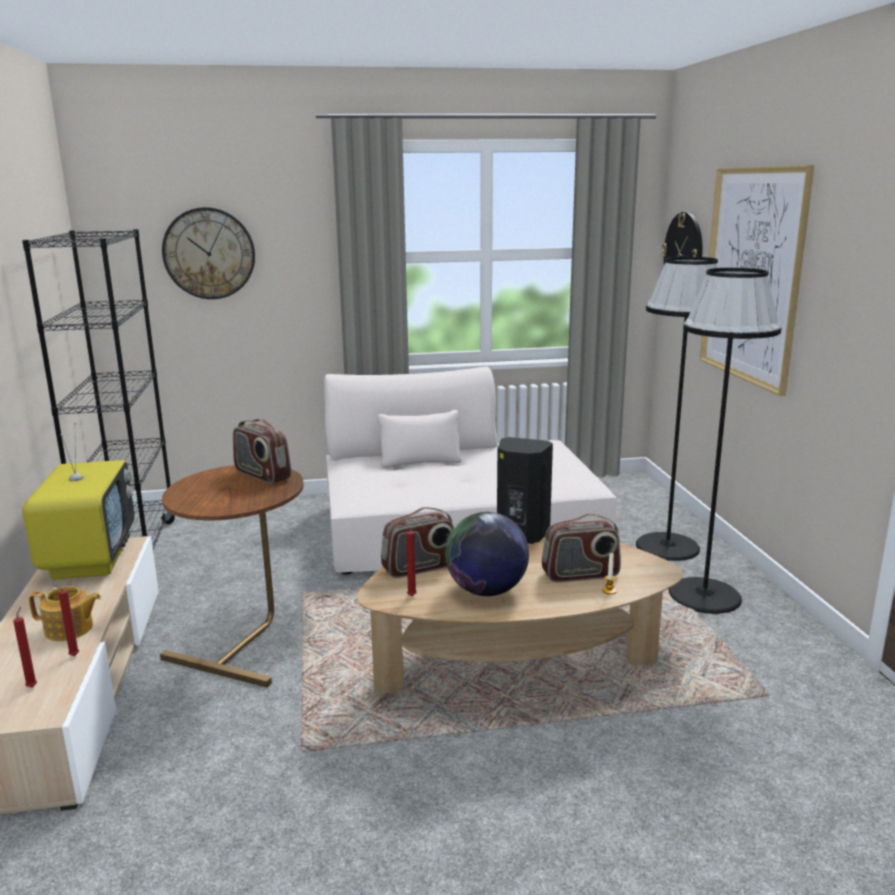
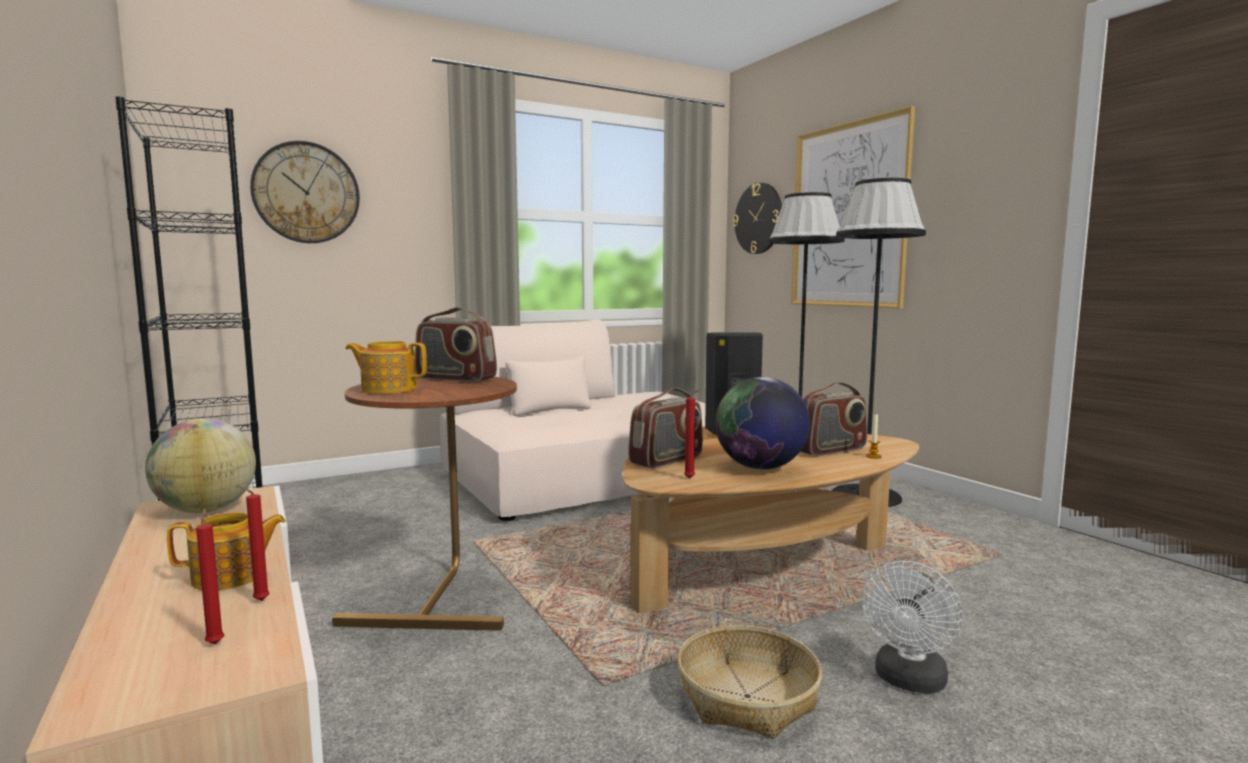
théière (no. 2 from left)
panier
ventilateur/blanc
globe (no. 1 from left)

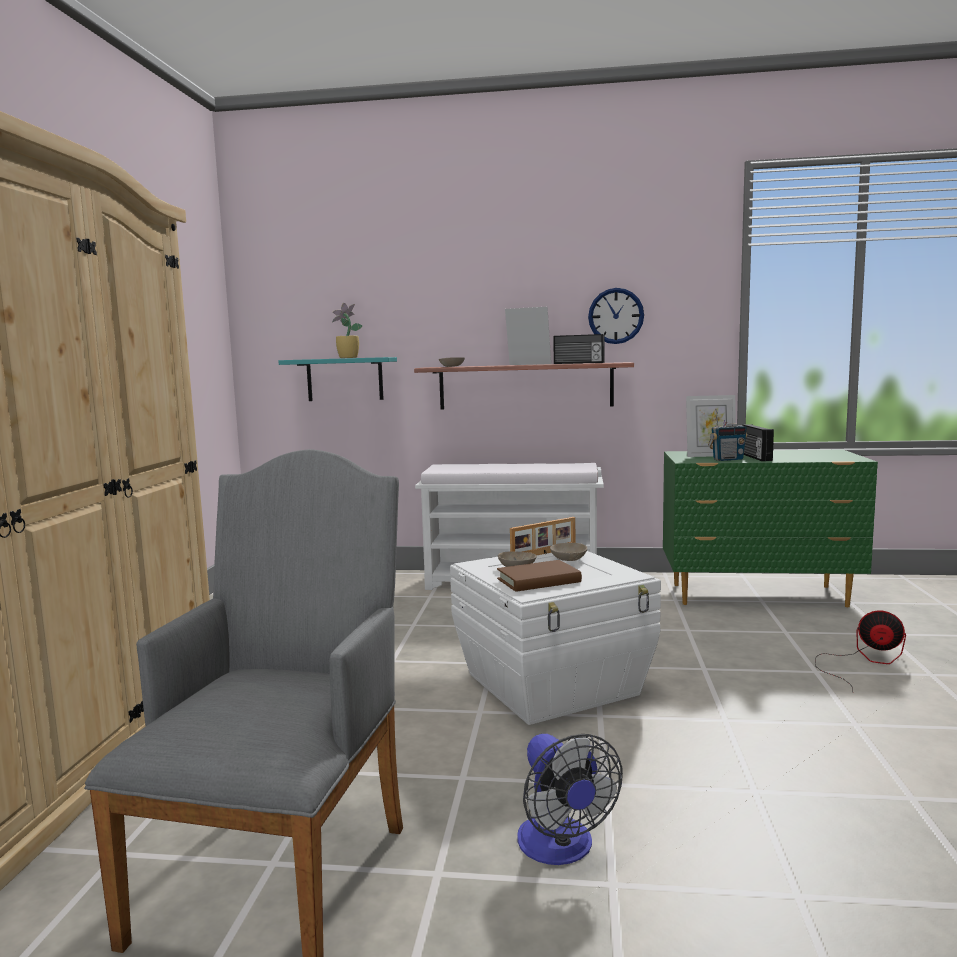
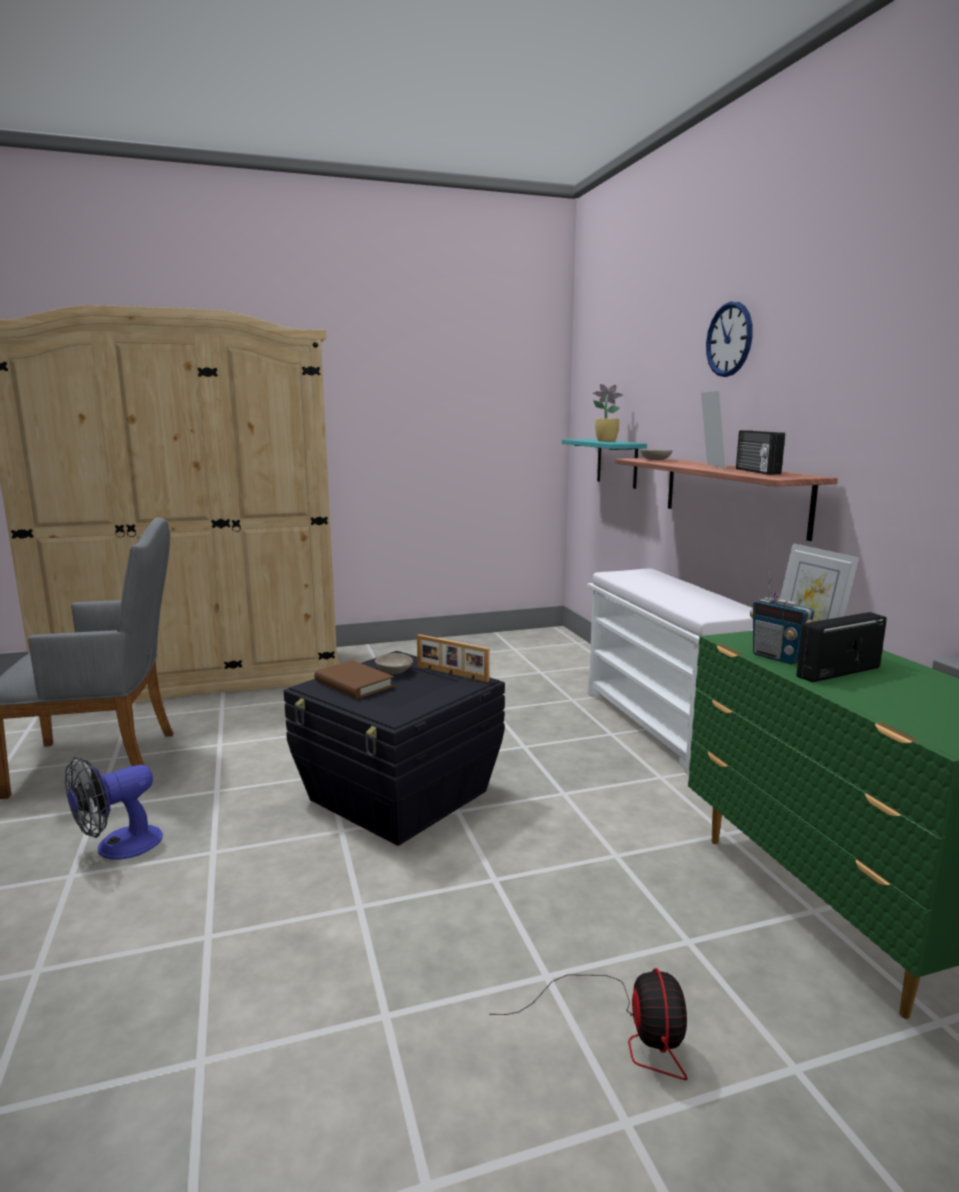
bol/beige (no. 3 from left in the first image)
horloge murale
boîte de rangement/noir

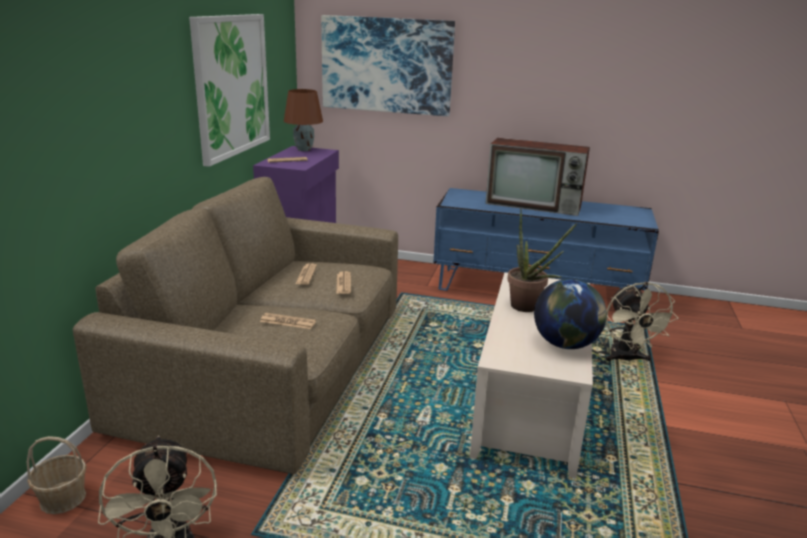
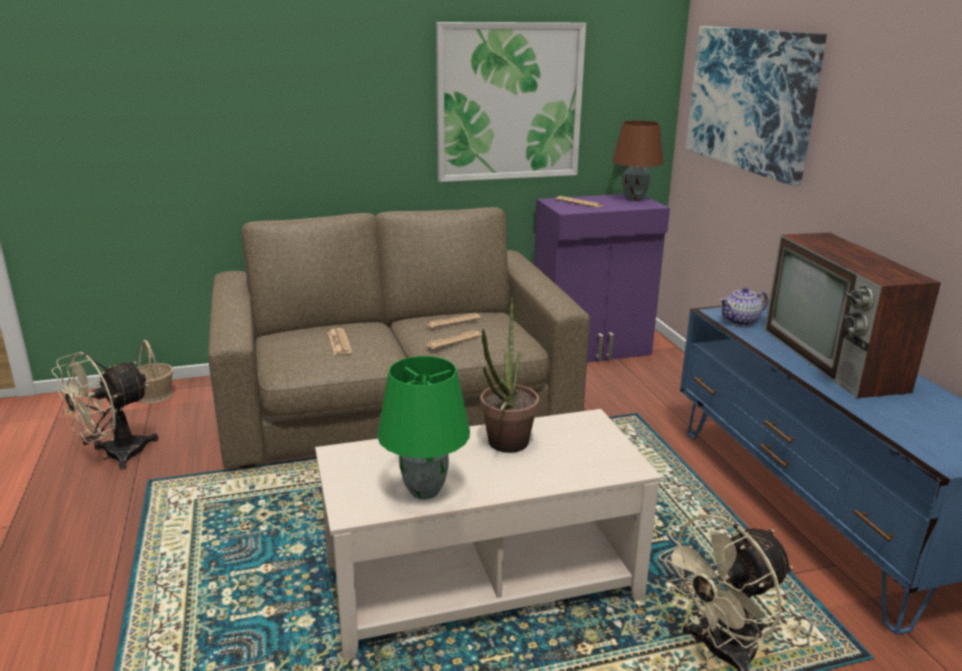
théière
lampe de table/vert

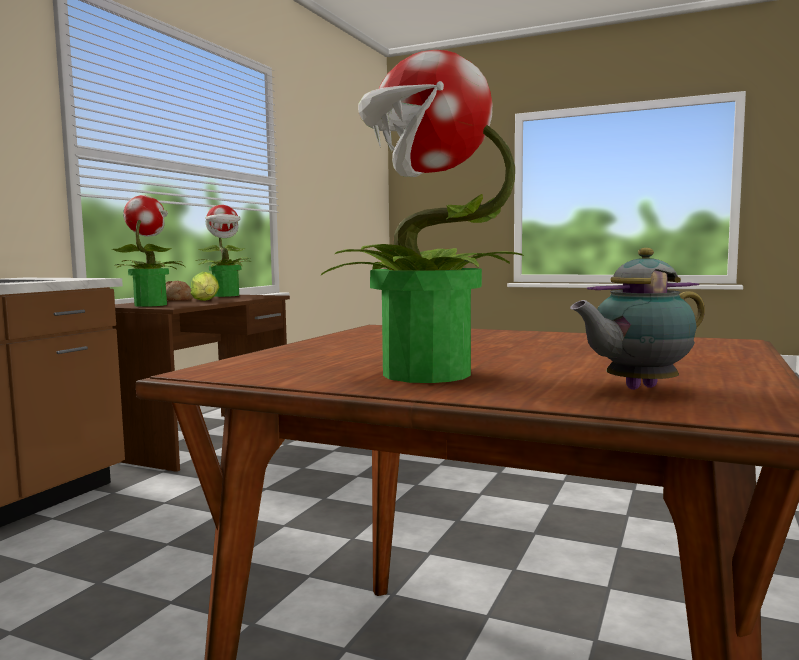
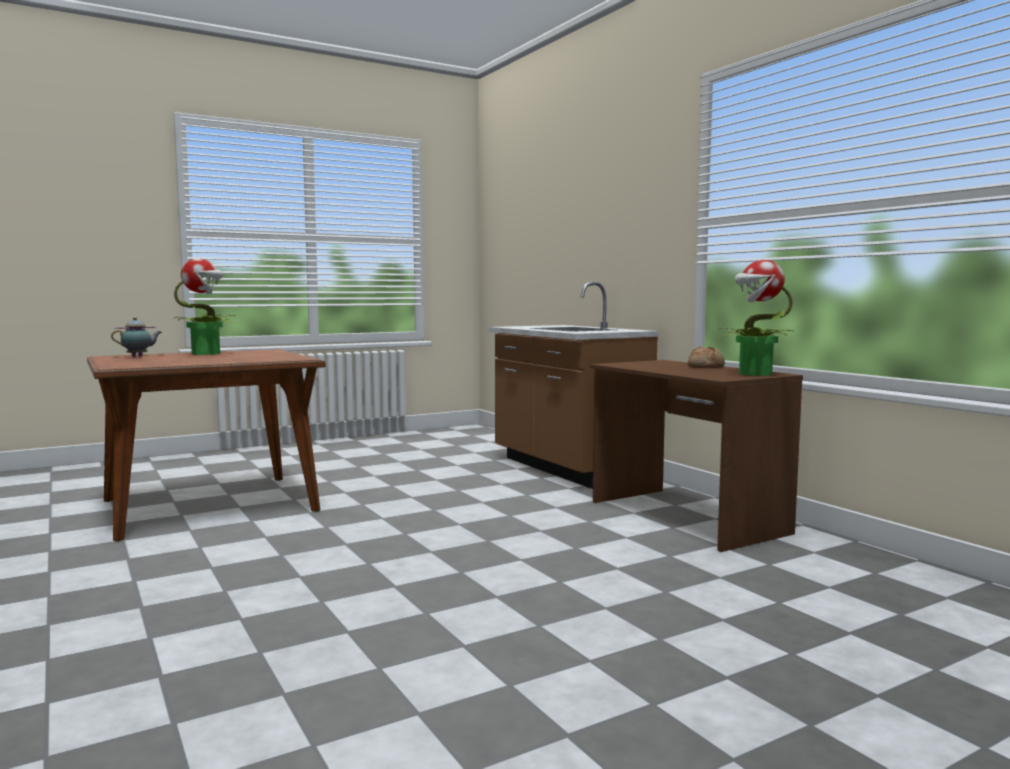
plante en pot (no. 1 from left in the first image)
laitue
théière

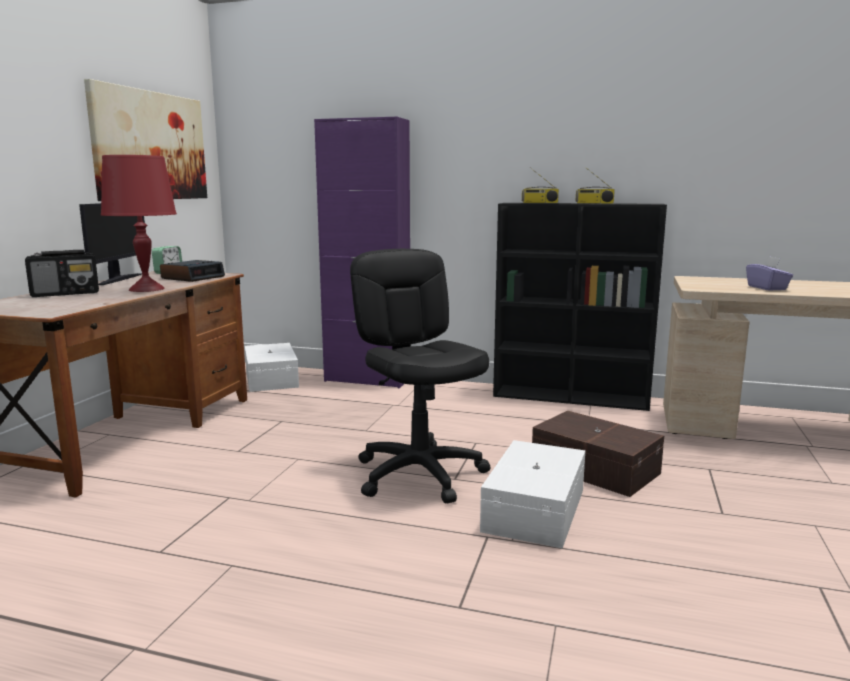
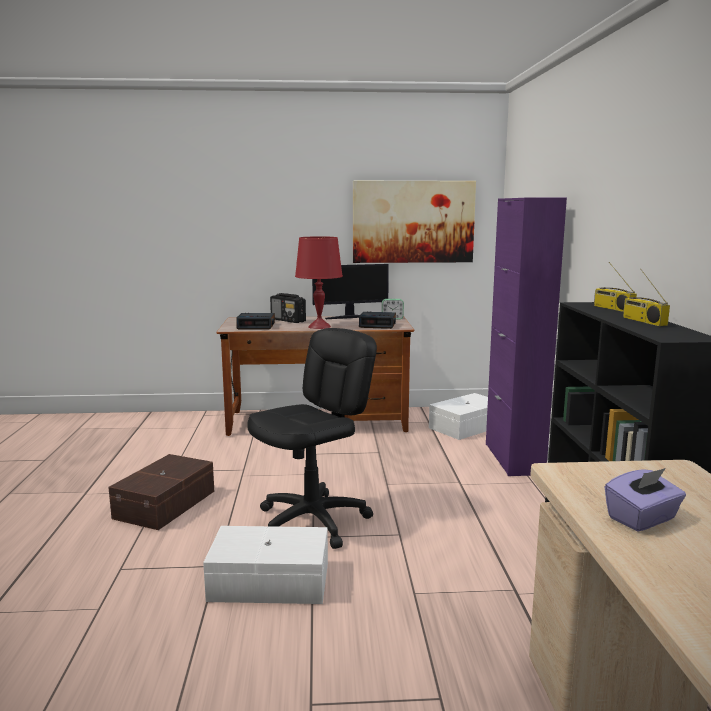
réveil (no. 1 from left)
boîte de rangement/marron

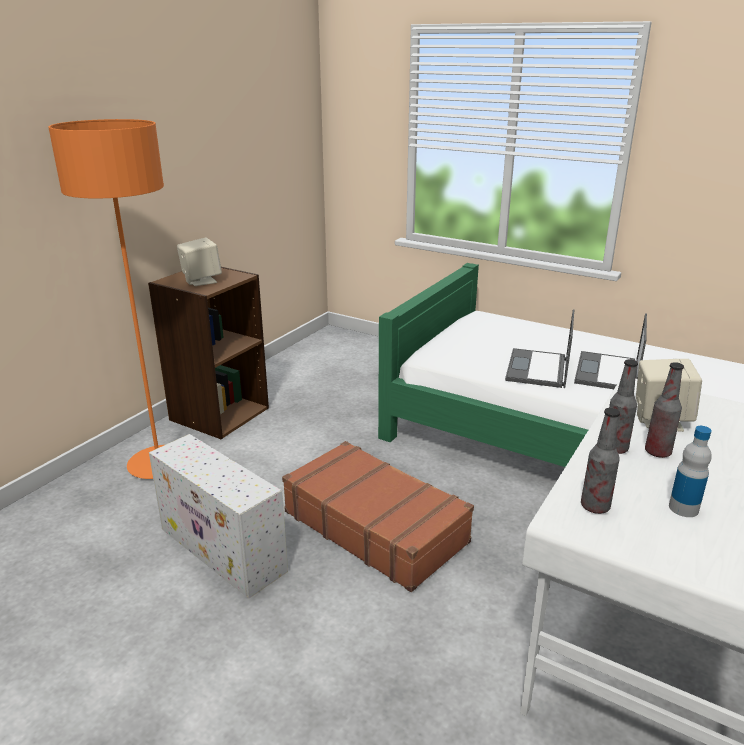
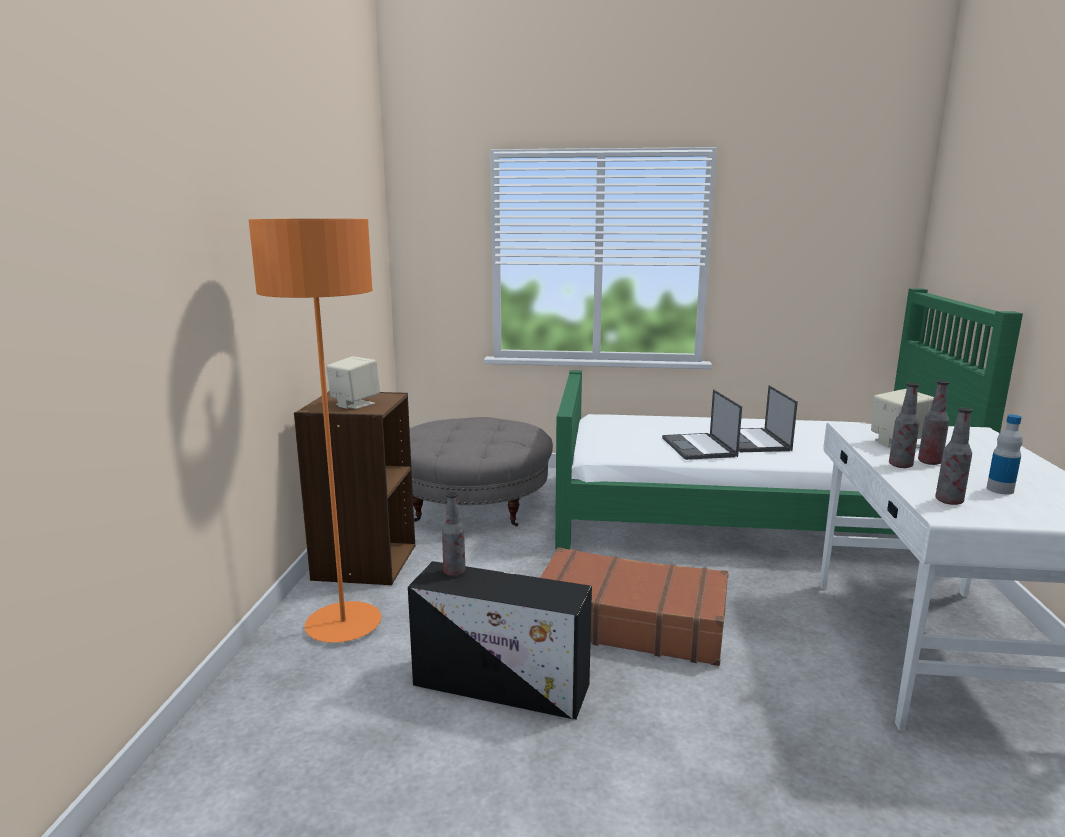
pouf/gris
bouteille (no. 1 from left)
boîte de rangement/noir

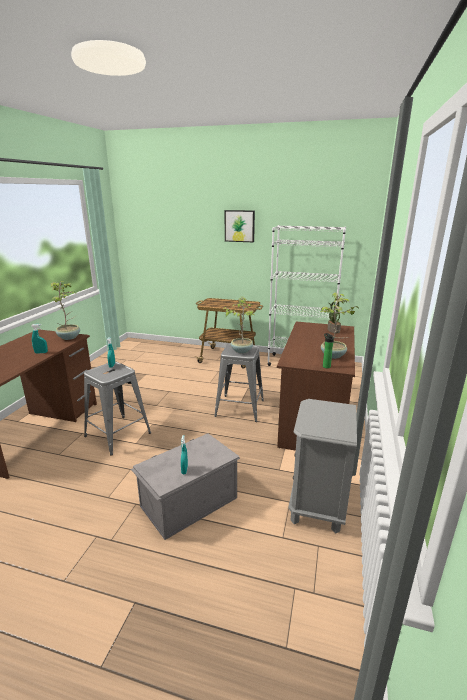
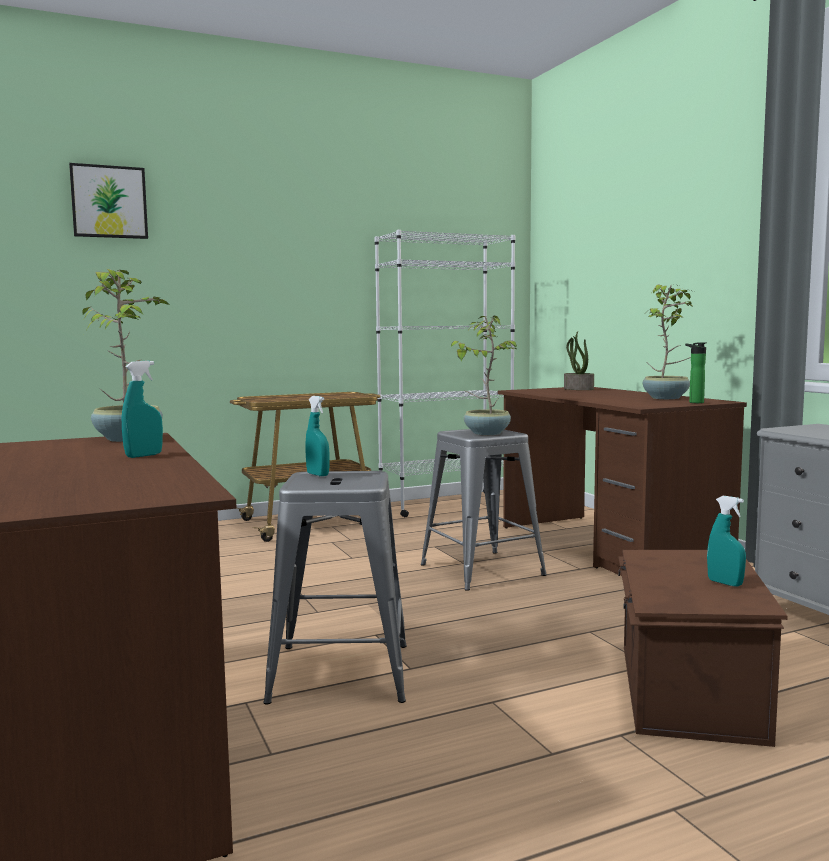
tableau
boîte de rangement/marron

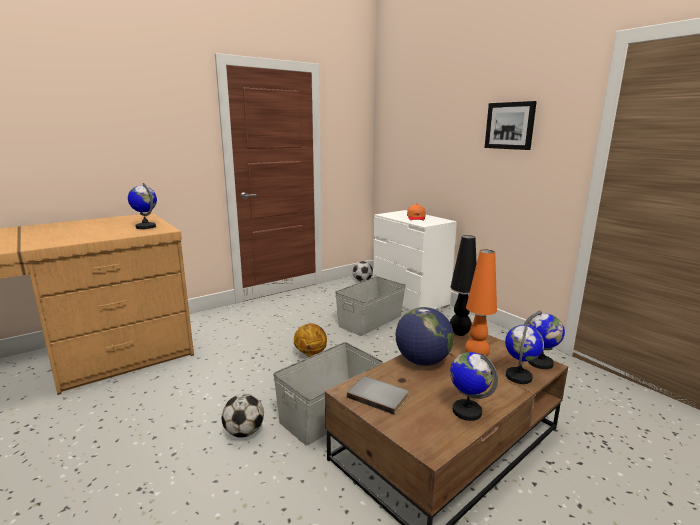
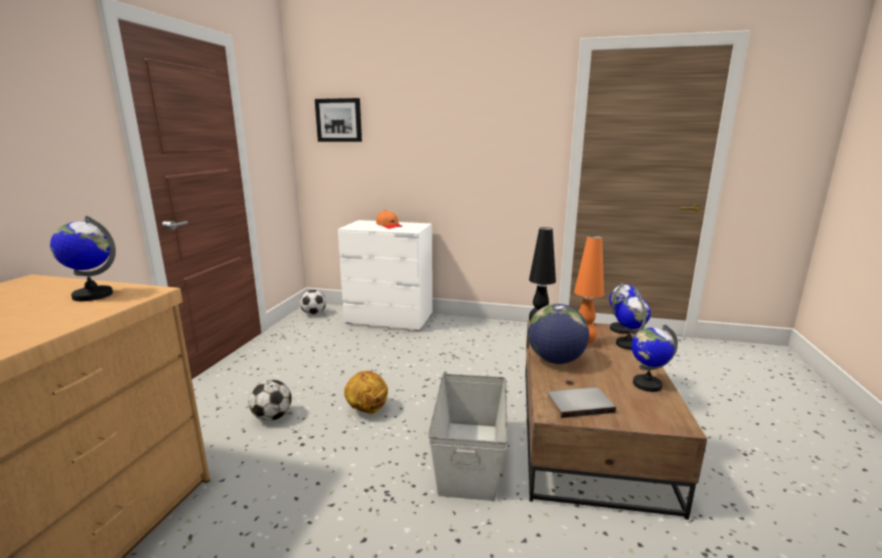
boîte de rangement/gris (no. 2 from left in the first image)
ballon de foot (no. 1 from left)
tableau

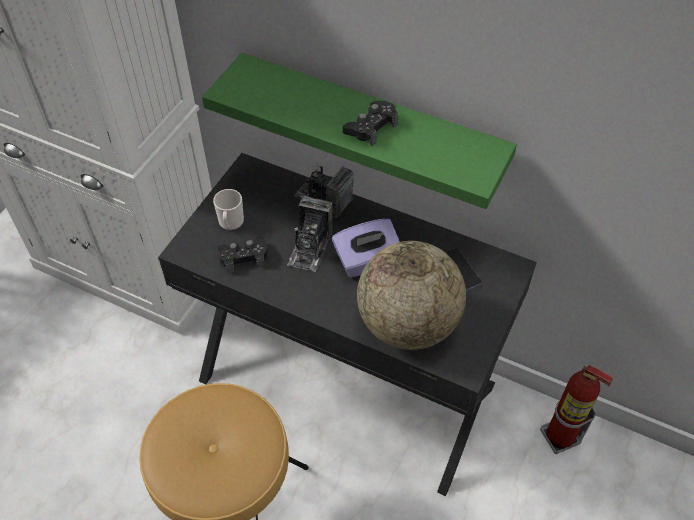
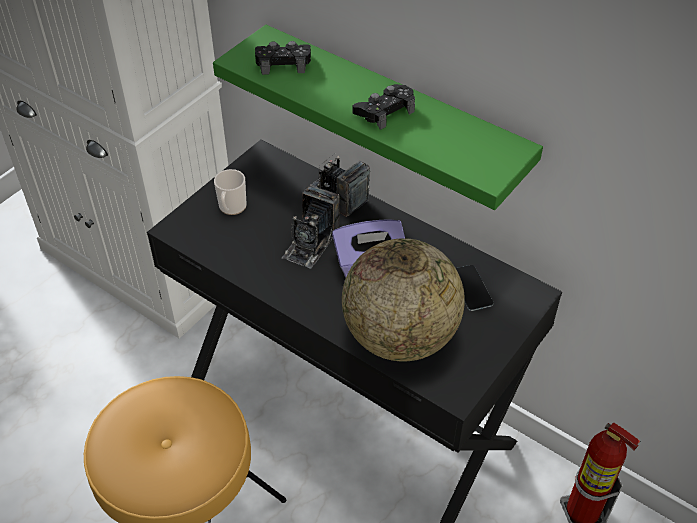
manette/noir (no. 1 from left)

